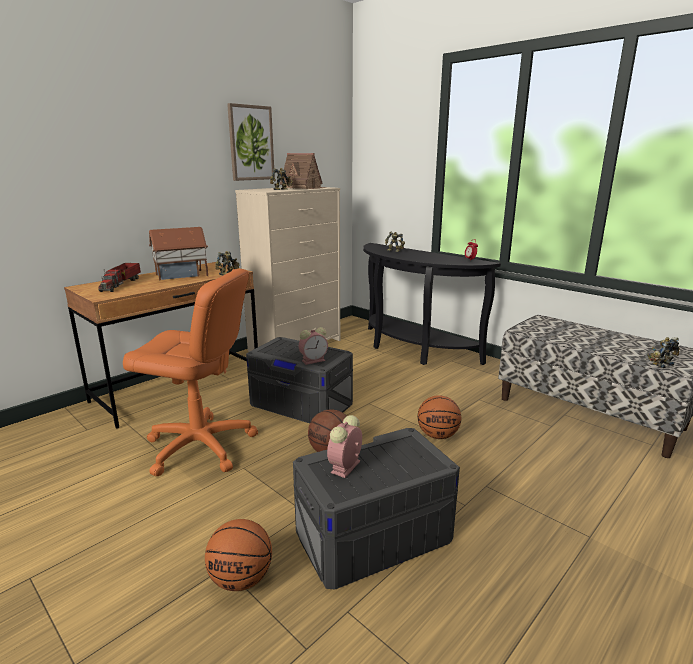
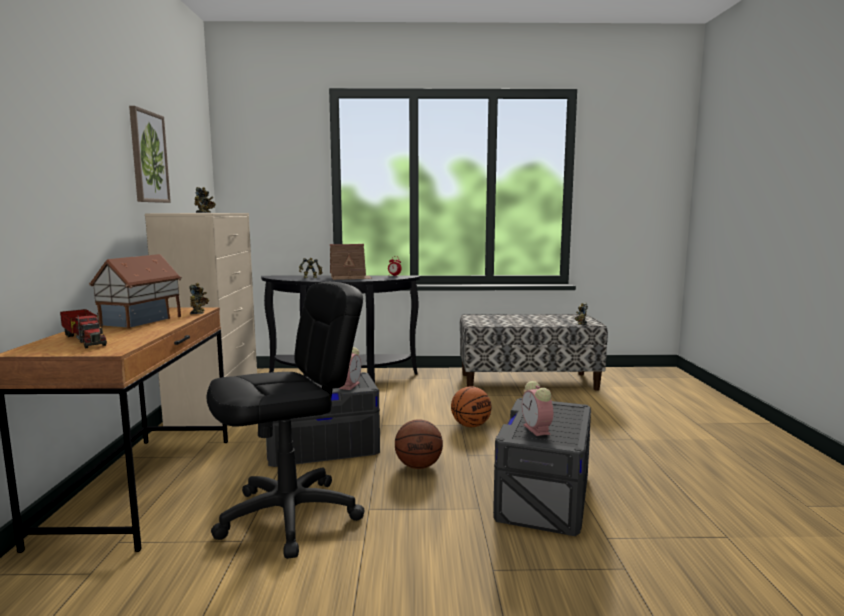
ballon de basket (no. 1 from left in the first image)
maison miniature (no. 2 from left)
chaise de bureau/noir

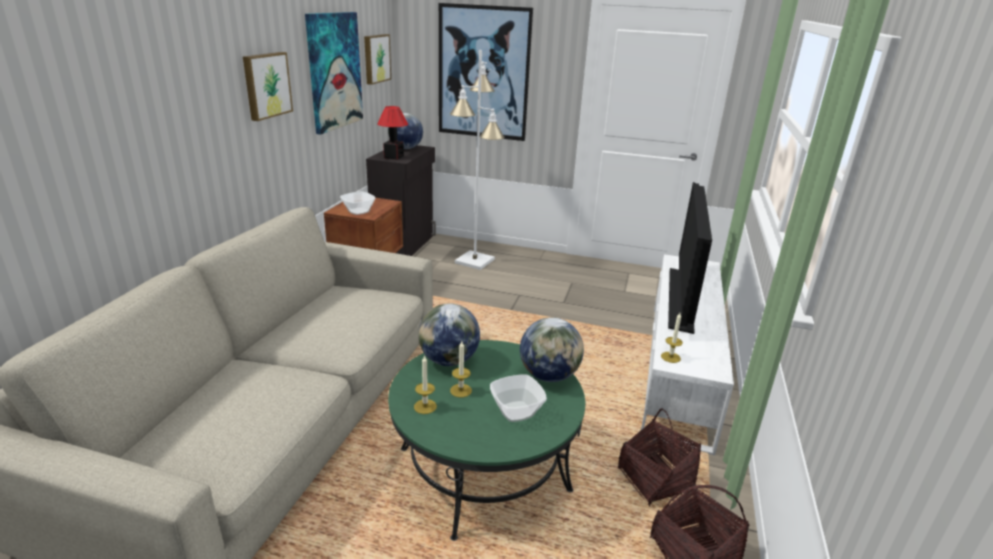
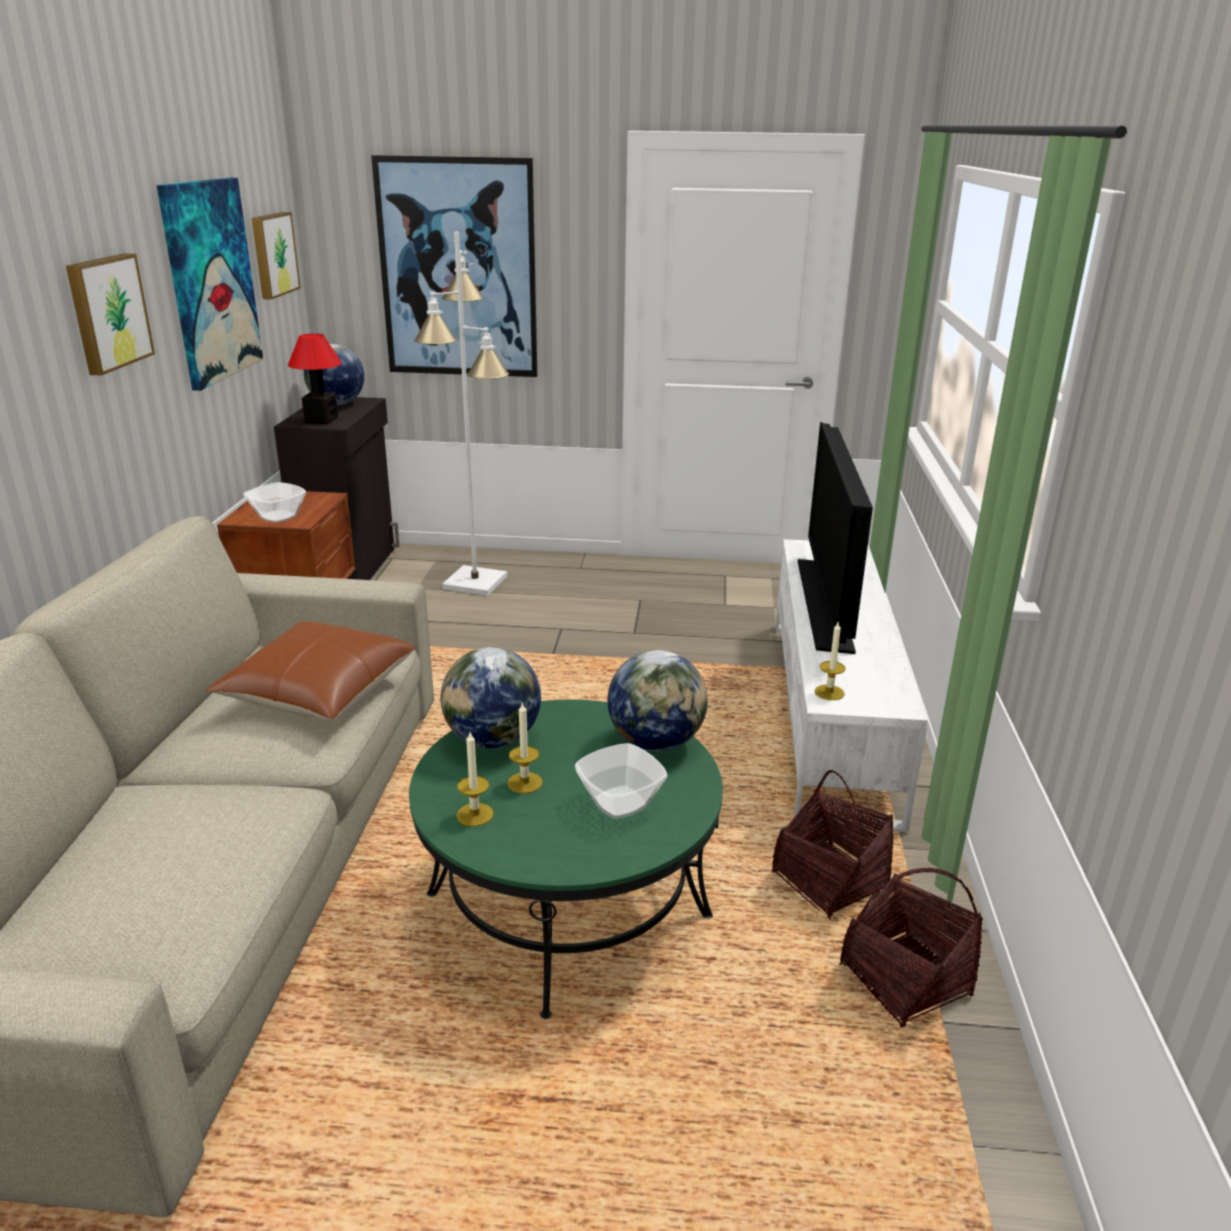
coussin/marron

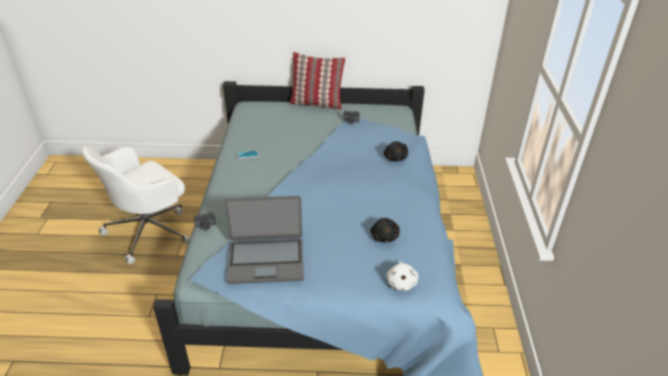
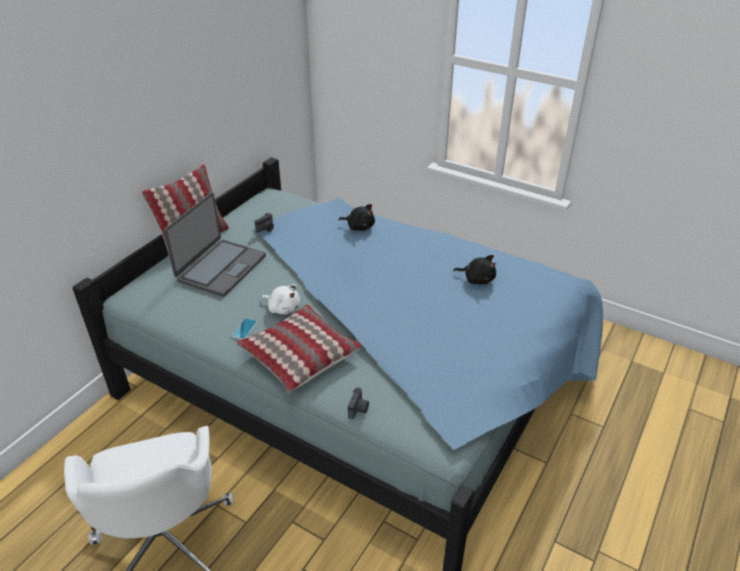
coussin (no. 2 from left)
ordinateur portable
peluche/blanc

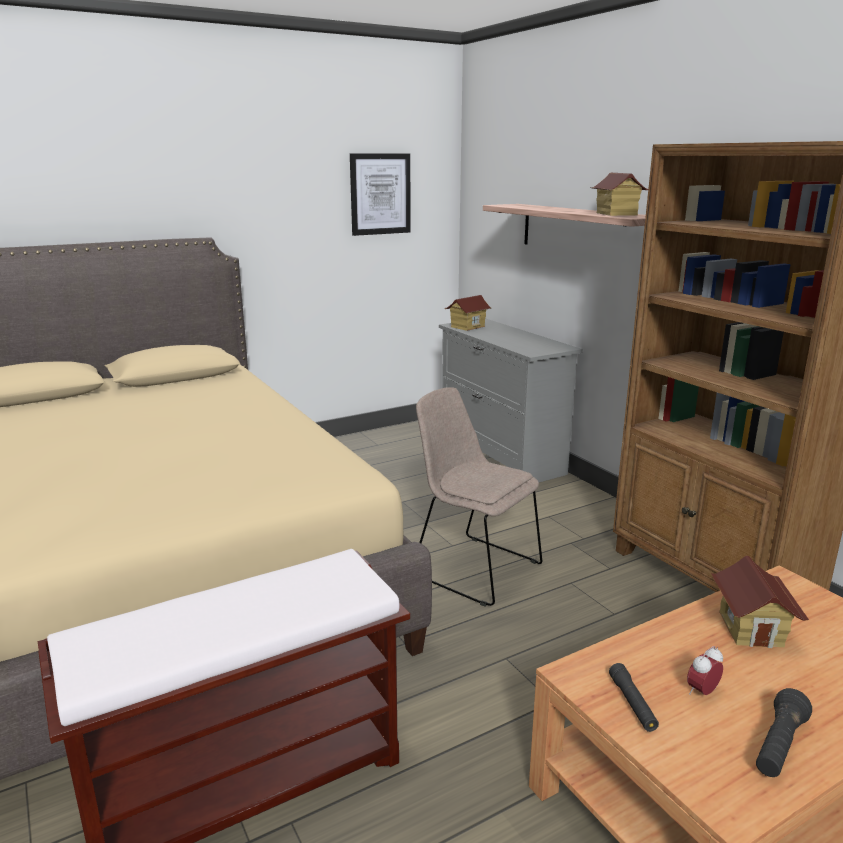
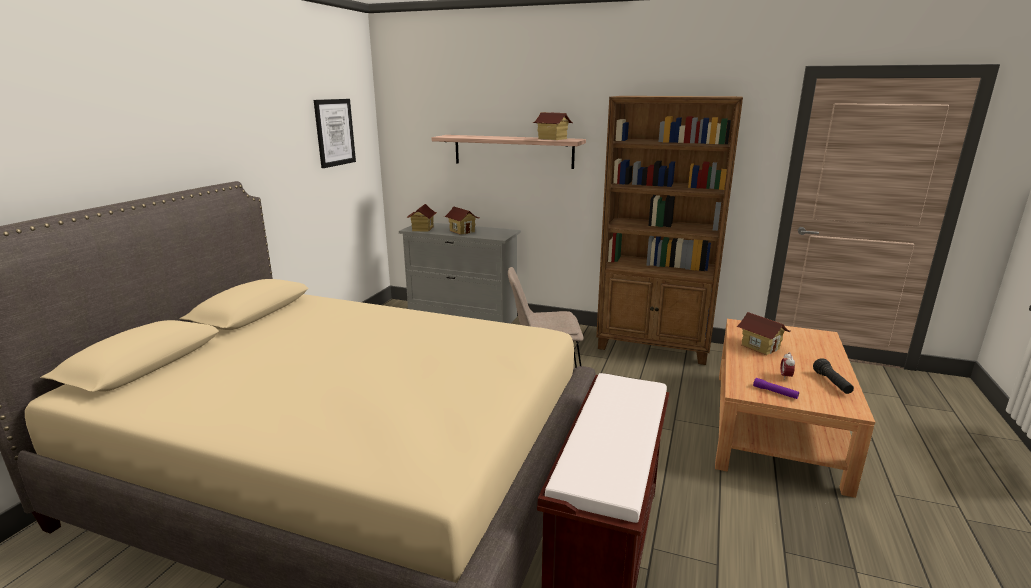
maison miniature (no. 2 from left)
lampe de poche/violet

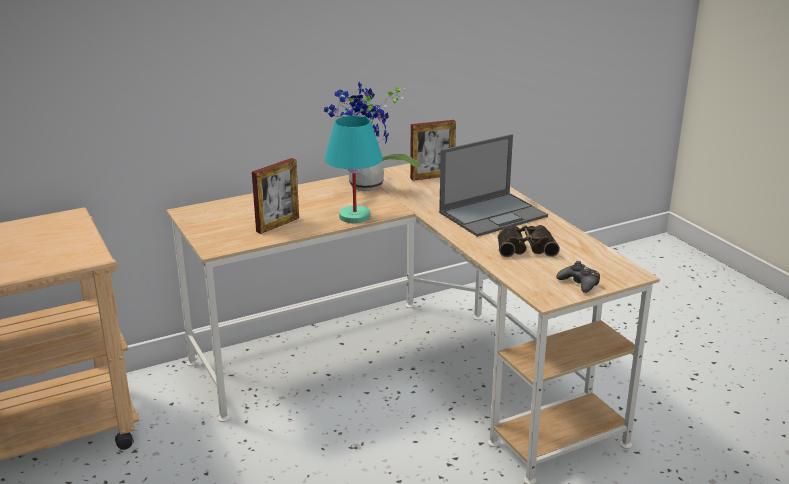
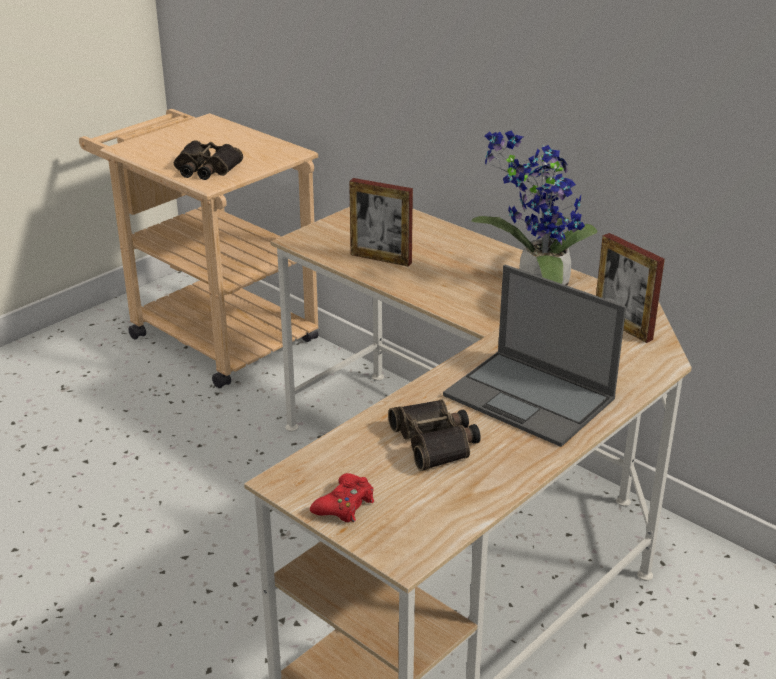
lampe de table/turquoise
jumelles (no. 1 from left)
manette/rouge

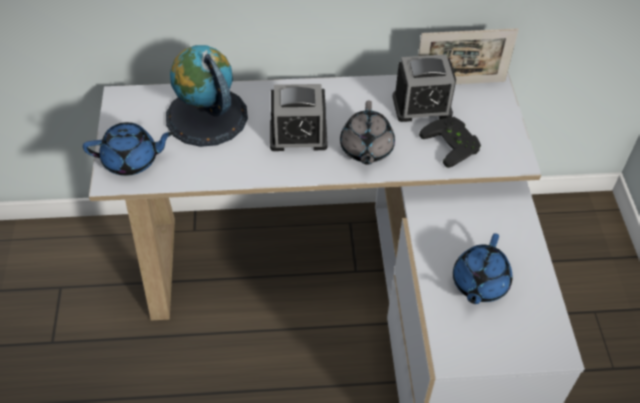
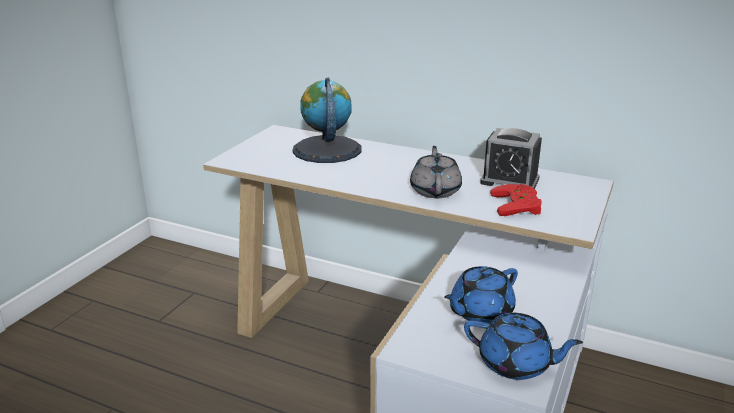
réveil (no. 1 from left in the first image)
cadre photo
théière/bleu (no. 2 from left)
manette/rouge
théière/gris

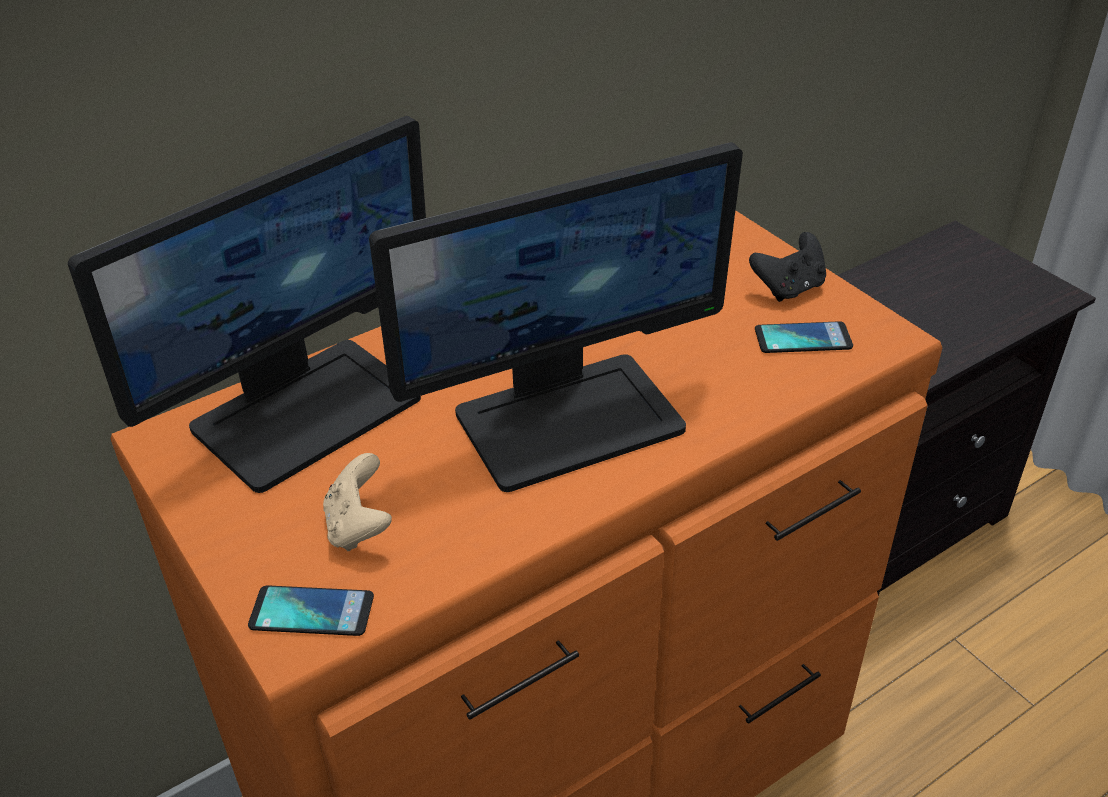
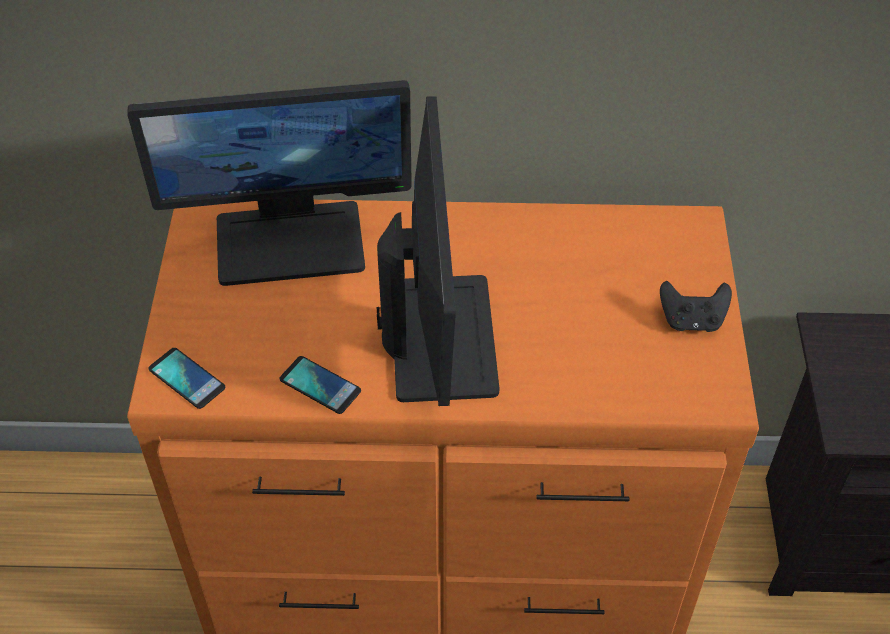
manette/beige
téléphone (no. 2 from left)
écran d'ordinateur (no. 2 from left)

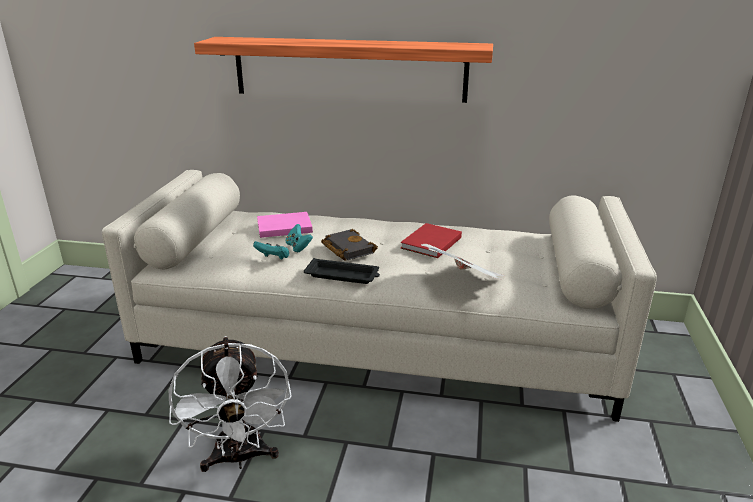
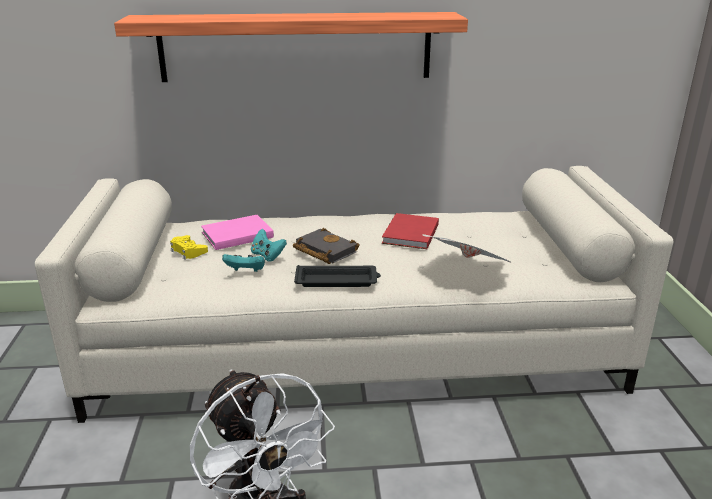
manette/jaune

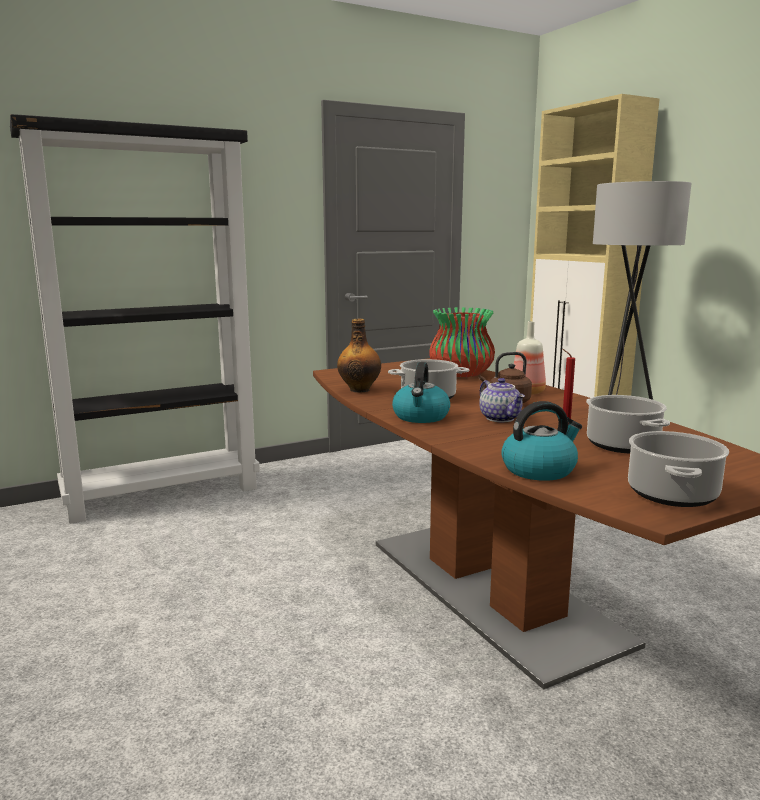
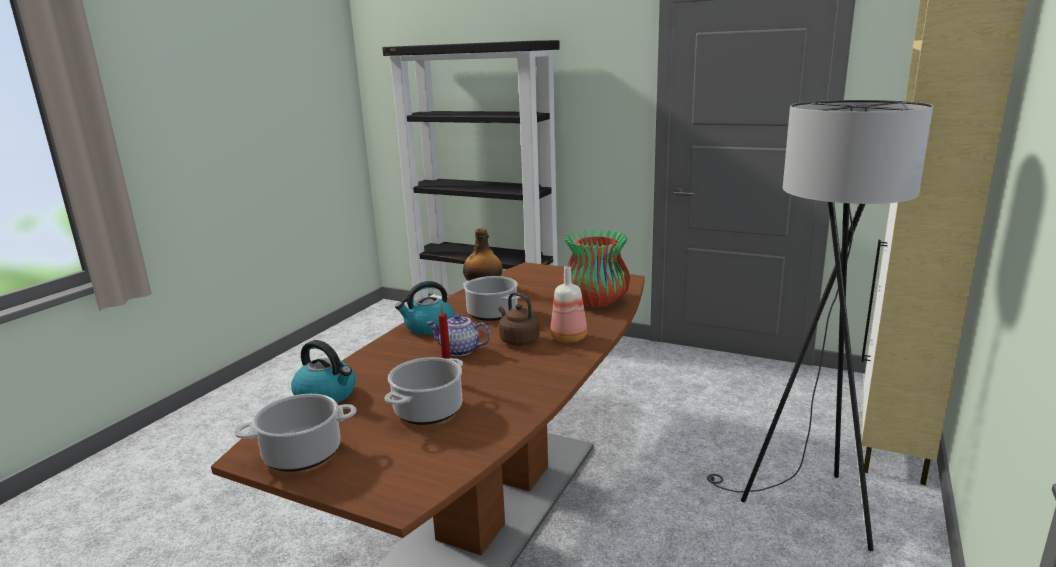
théière

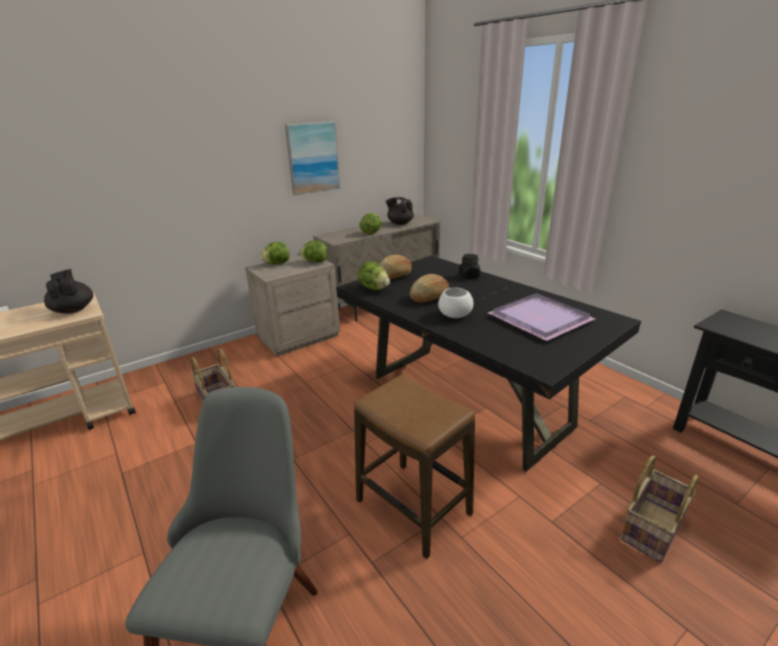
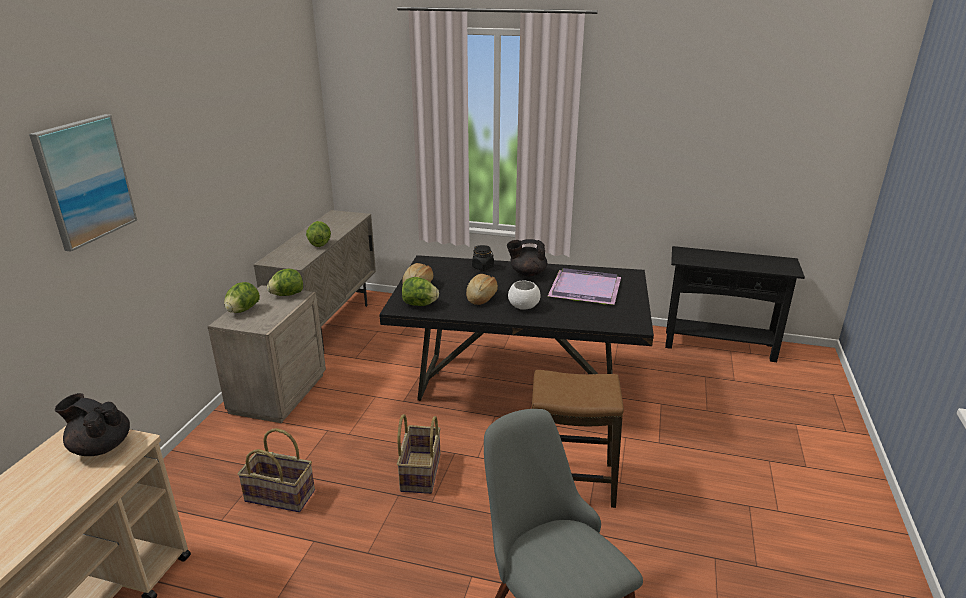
tableau
théière/noir (no. 2 from left)
panier (no. 2 from left)

